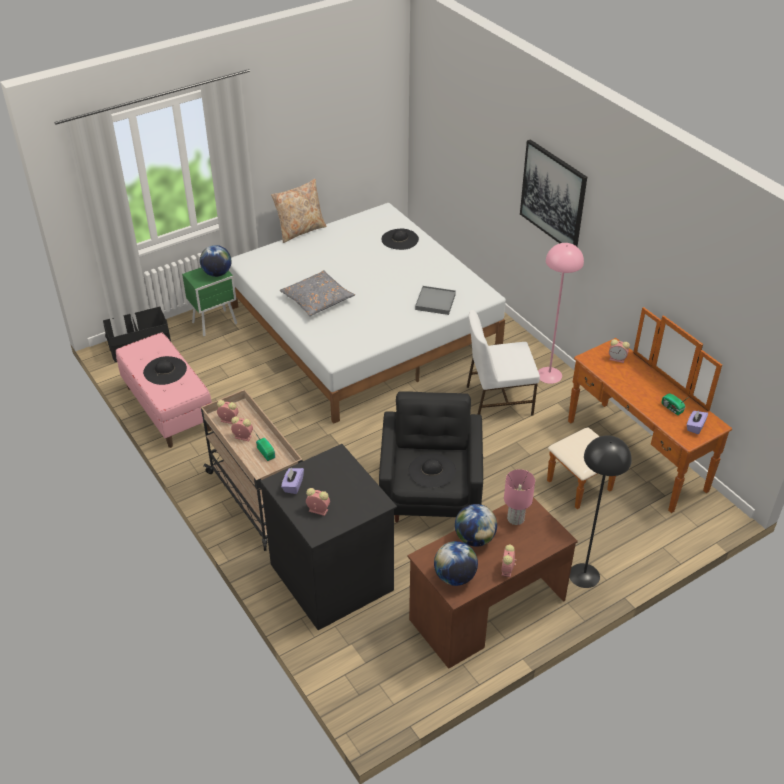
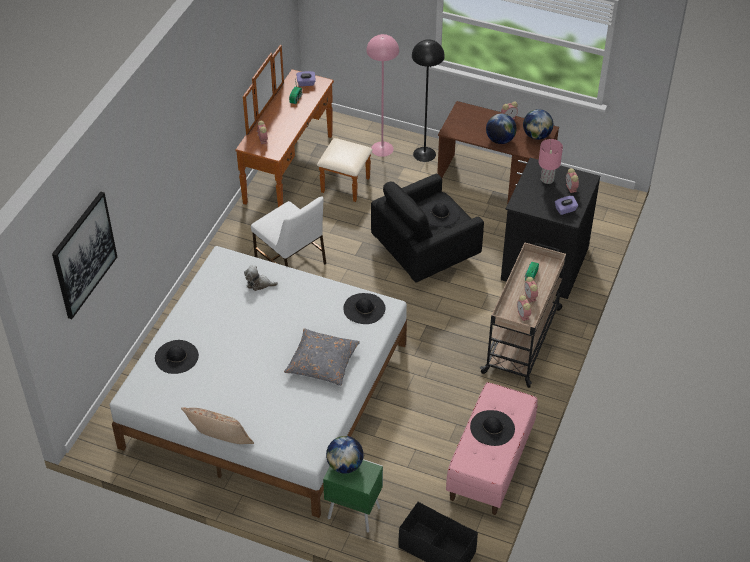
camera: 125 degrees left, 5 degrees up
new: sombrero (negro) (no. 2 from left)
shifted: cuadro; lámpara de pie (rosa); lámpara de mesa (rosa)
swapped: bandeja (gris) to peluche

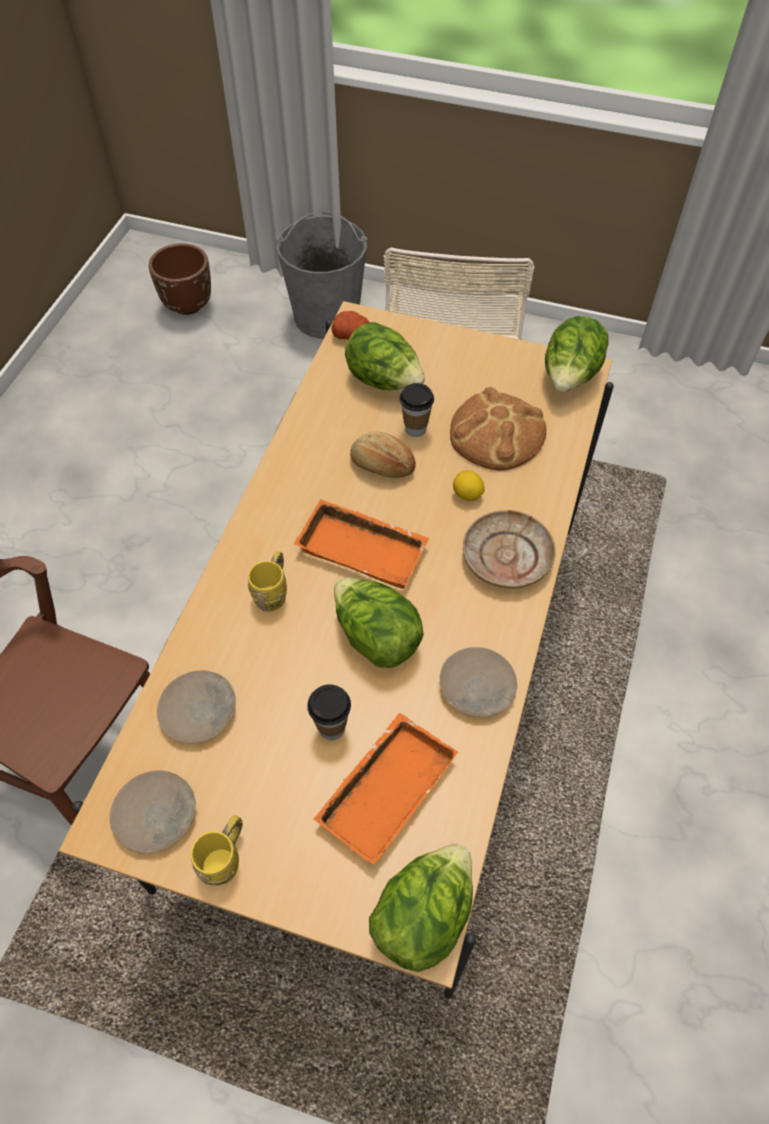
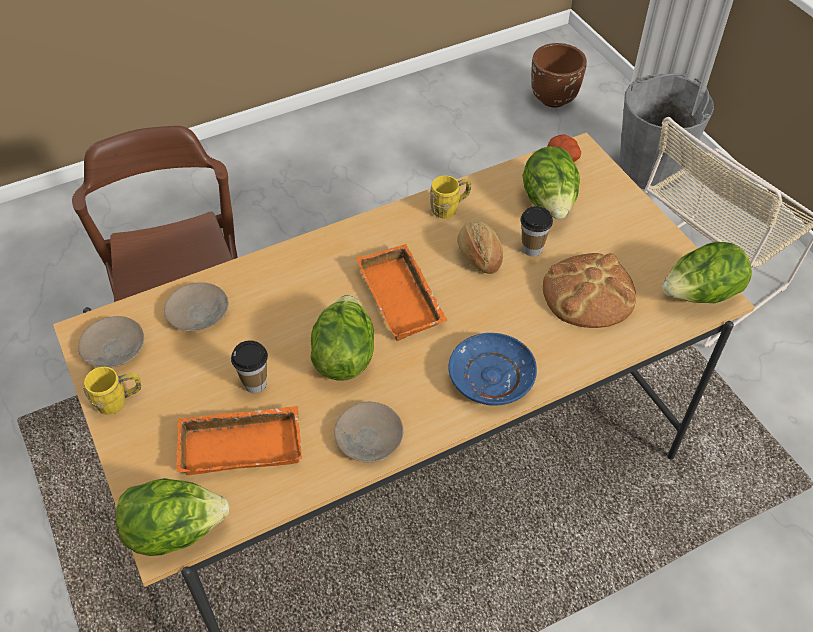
camera: 45 degrees right, 5 degrees down
gone: limón
shifted: taza grande (amarillo) (no. 2 from left)
repainted: plato (beis) (no. 4 from left) to plato (azul)

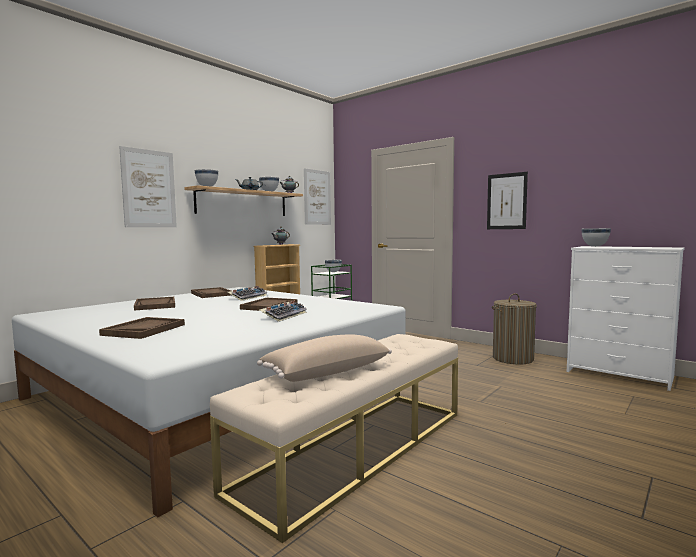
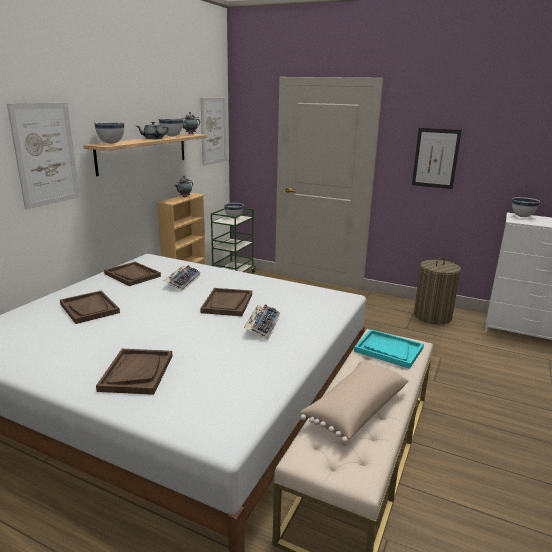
camera: 15 degrees left, 15 degrees up
new: bandeja (turquesa)

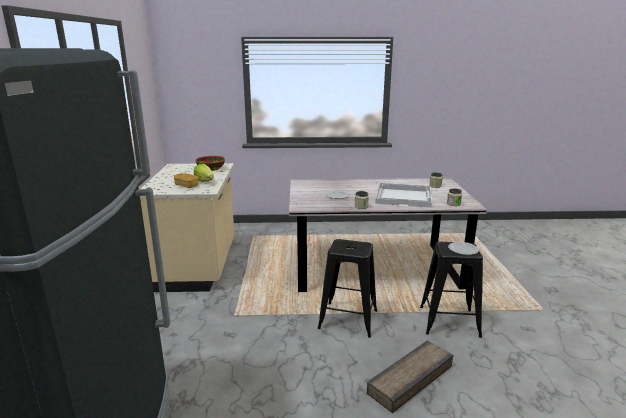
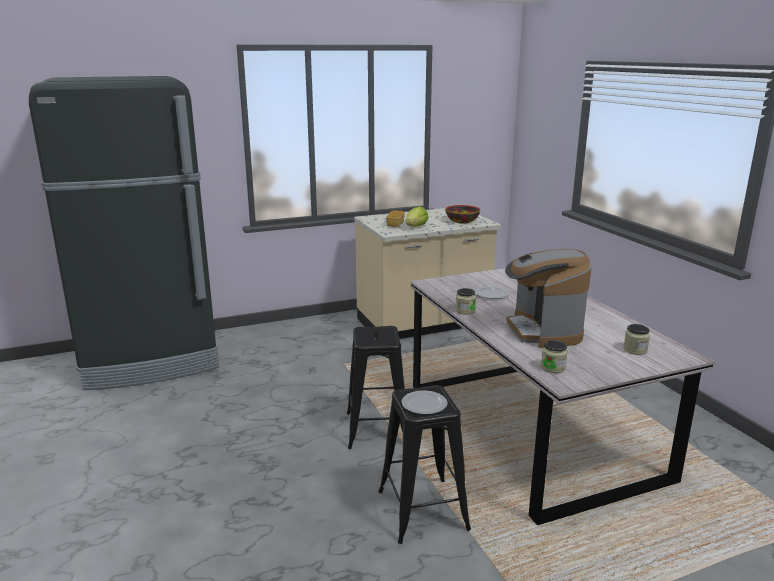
camera: 70 degrees right, 0 degrees up
gone: caja de embalaje
swapped: bandeja (blanco) to cafetera

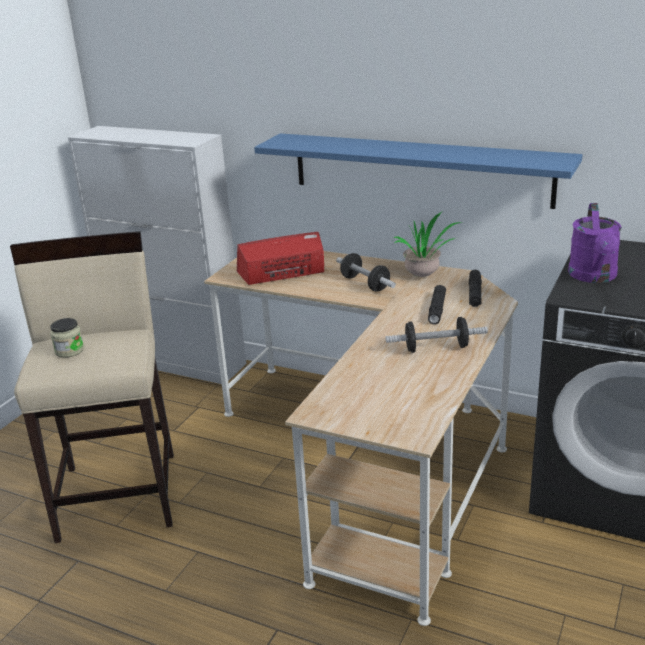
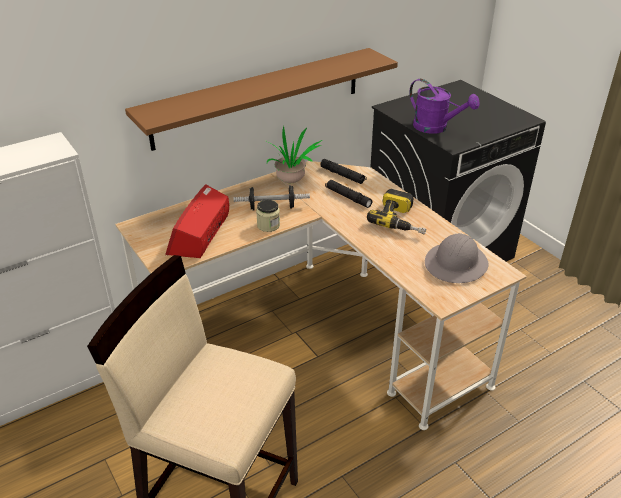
camera: 60 degrees left, 10 degrees up
new: casco (gris)
shifted: tarro
swapped: mancuerna (no. 2 from left) to taladro
repainted: estante (azul) to estante (marrón)

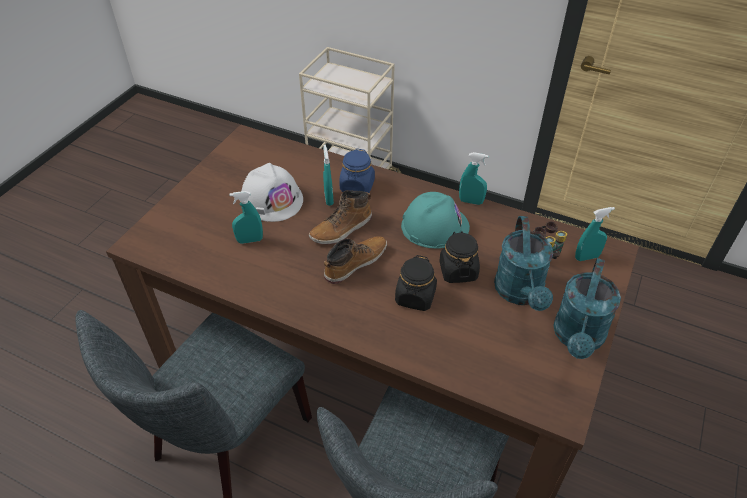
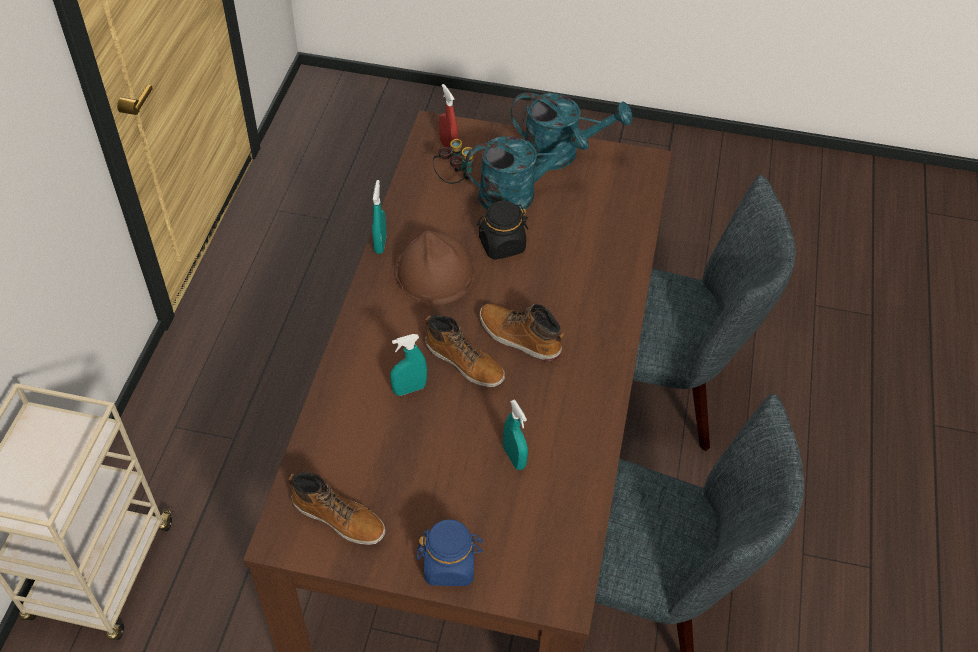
camera: 105 degrees left, 5 degrees up
gone: casco (blanco); tarro (negro) (no. 1 from left)
new: bota (no. 1 from left)
shifted: tarro (azul)
repainted: casco (turquesa) to casco (marrón); pulverizador (turquesa) (no. 4 from left) to pulverizador (rojo)

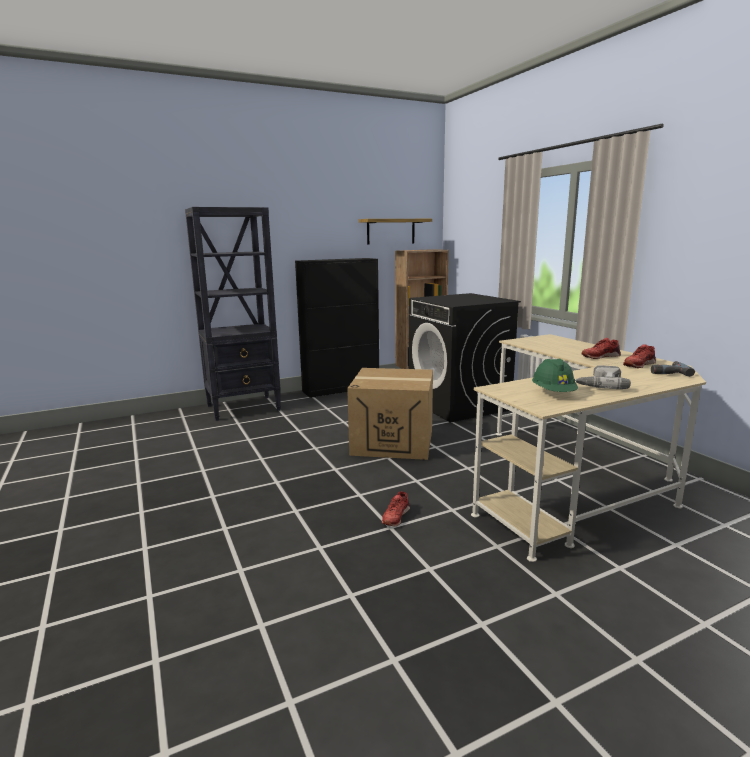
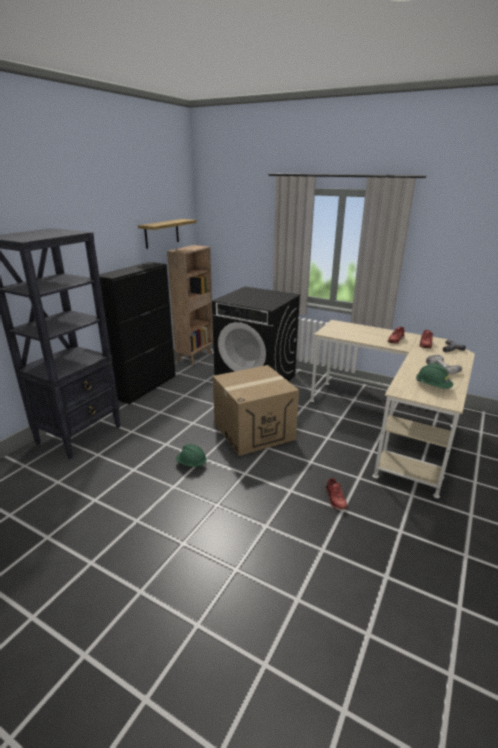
camera: 35 degrees left, 10 degrees up
new: casco (verde) (no. 1 from left)

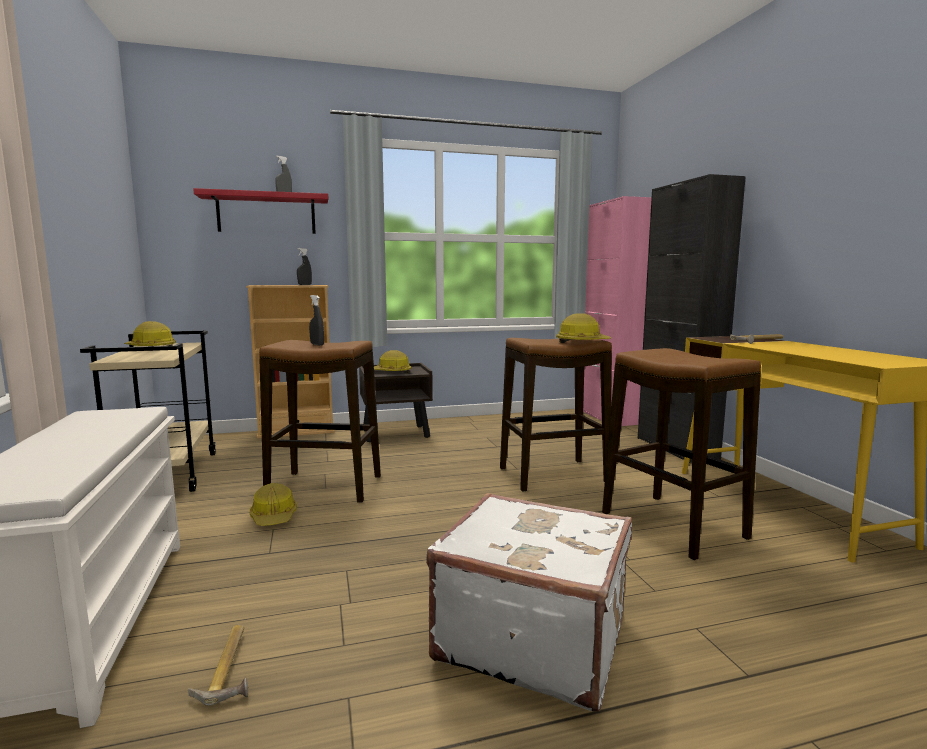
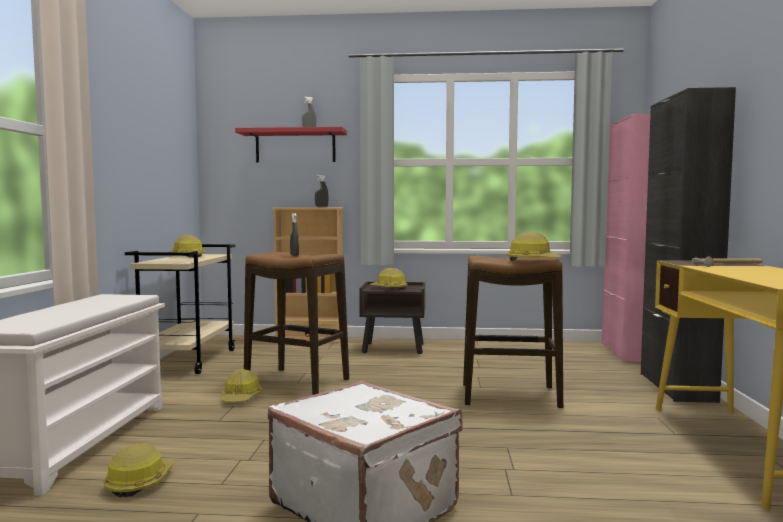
camera: 20 degrees right, 5 degrees down
gone: taburete (no. 3 from left)
swapped: martillo (no. 1 from left) to casco (no. 1 from left)

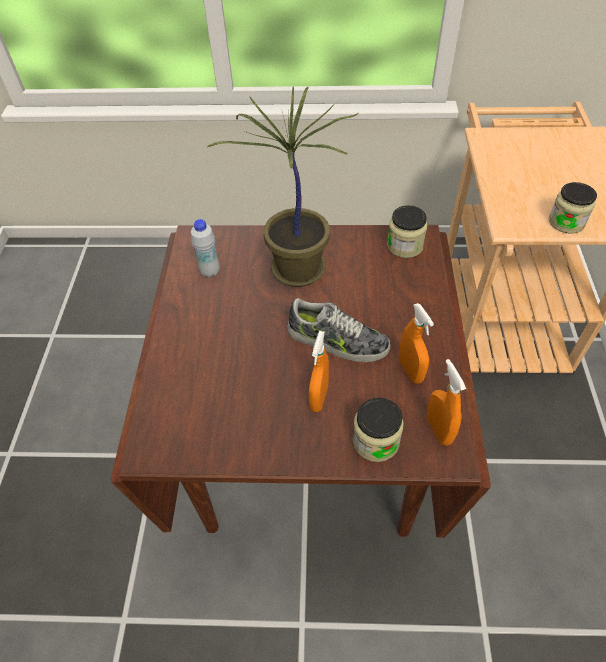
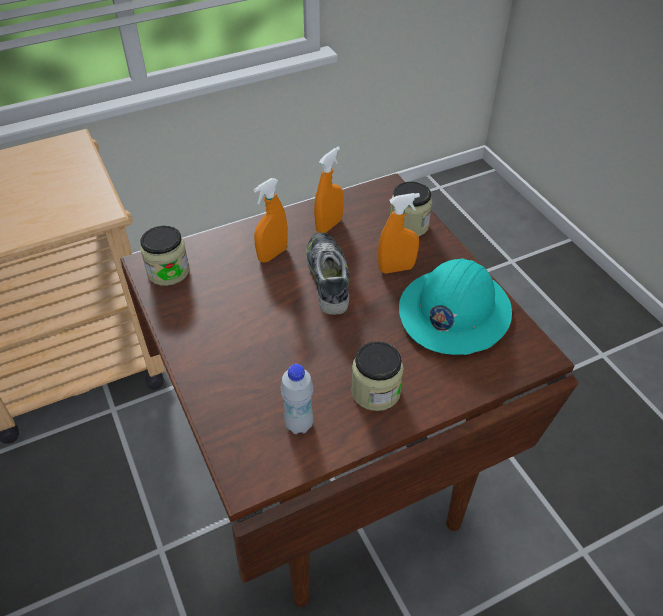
camera: 120 degrees left, 5 degrees down
gone: planta en maceta
new: casco (turquesa)
shifted: pulverizador (naranja) (no. 3 from left in the first image) to pulverizador (naranja) (no. 1 from left); tarro (no. 3 from left in the first image) to tarro (no. 2 from left)

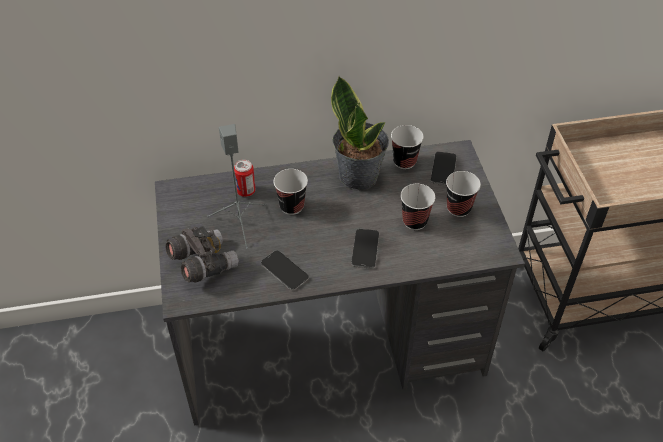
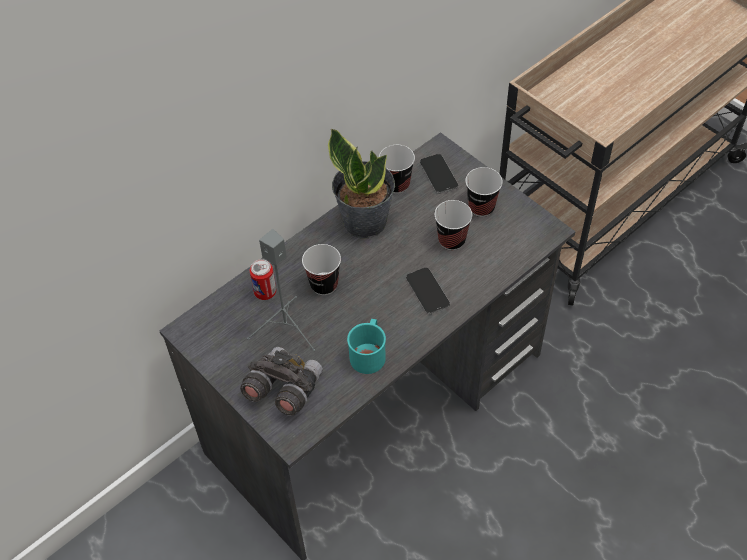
camera: 30 degrees left, 5 degrees up
swapped: móvil (no. 1 from left) to taza grande (turquesa)

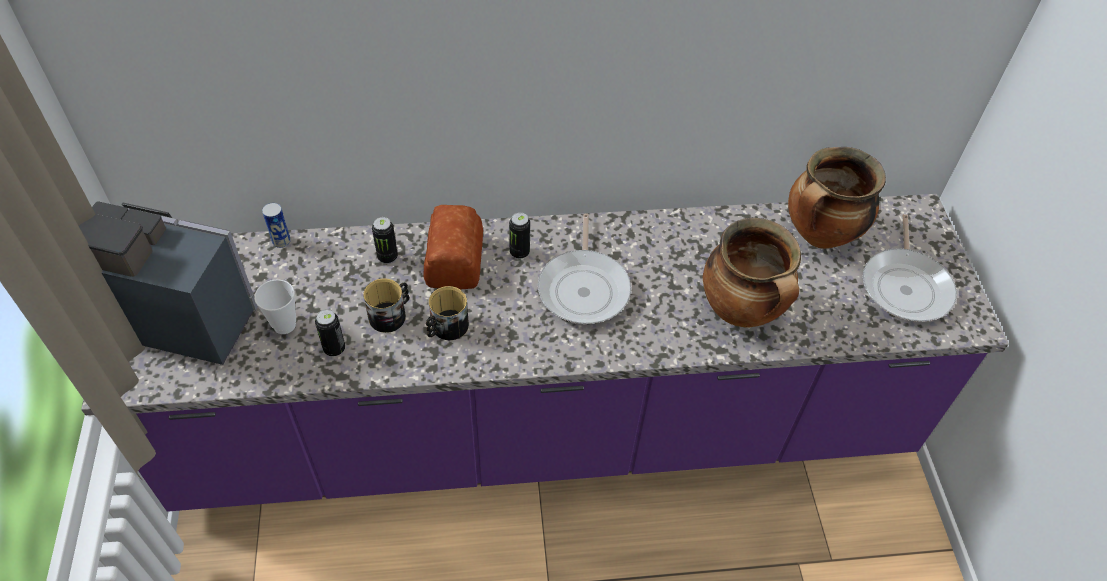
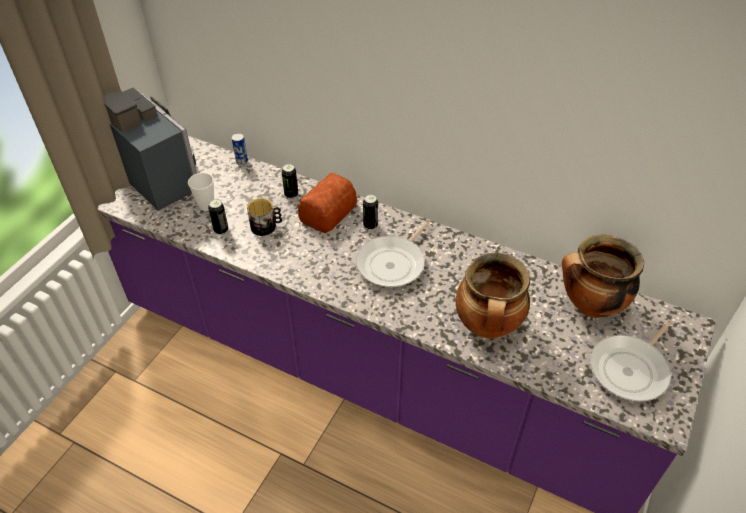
camera: 35 degrees right, 5 degrees down
gone: taza grande (no. 2 from left)

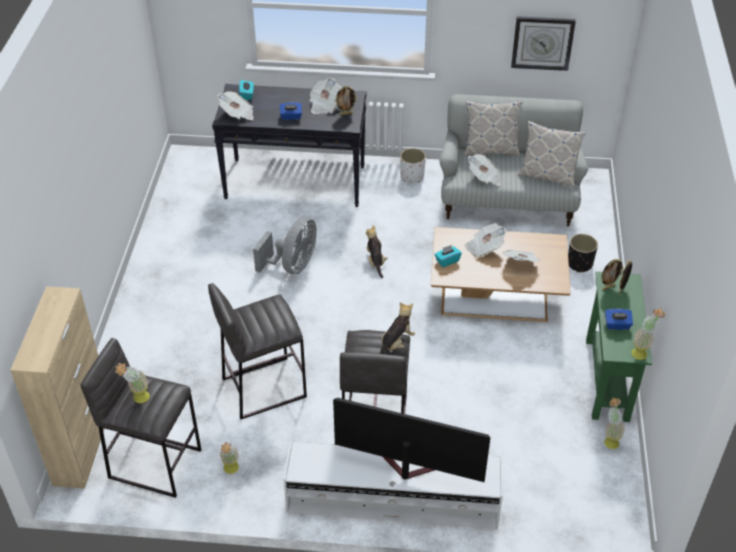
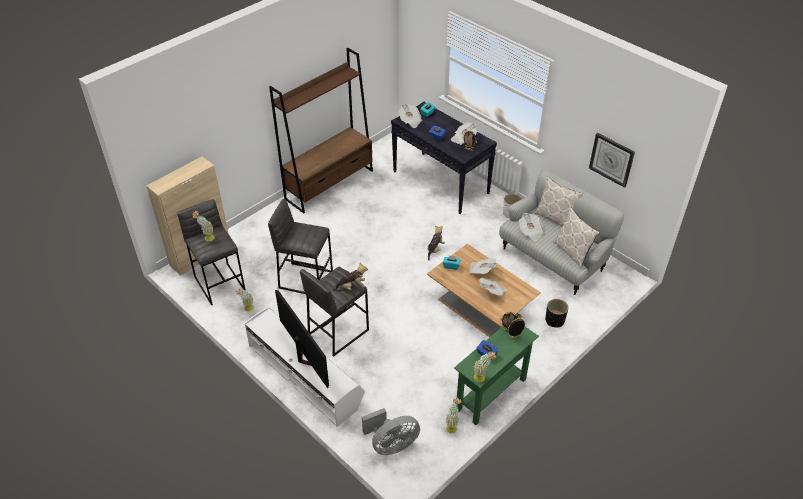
camera: 40 degrees right, 0 degrees up
new: estantería (marrón)
shifted: ventilador (gris)

